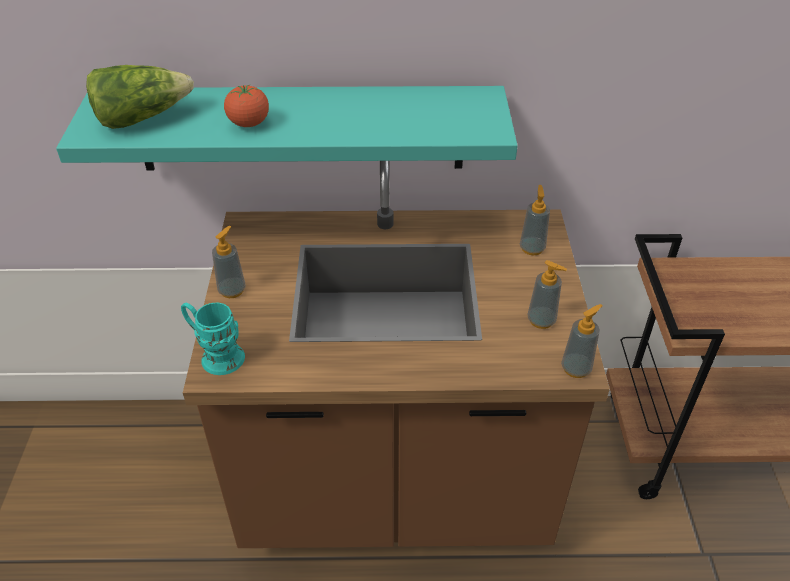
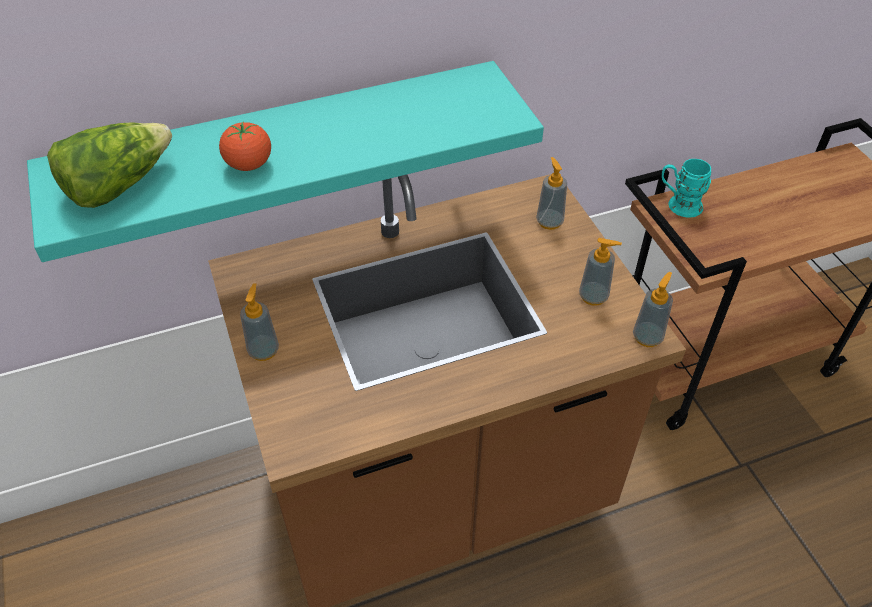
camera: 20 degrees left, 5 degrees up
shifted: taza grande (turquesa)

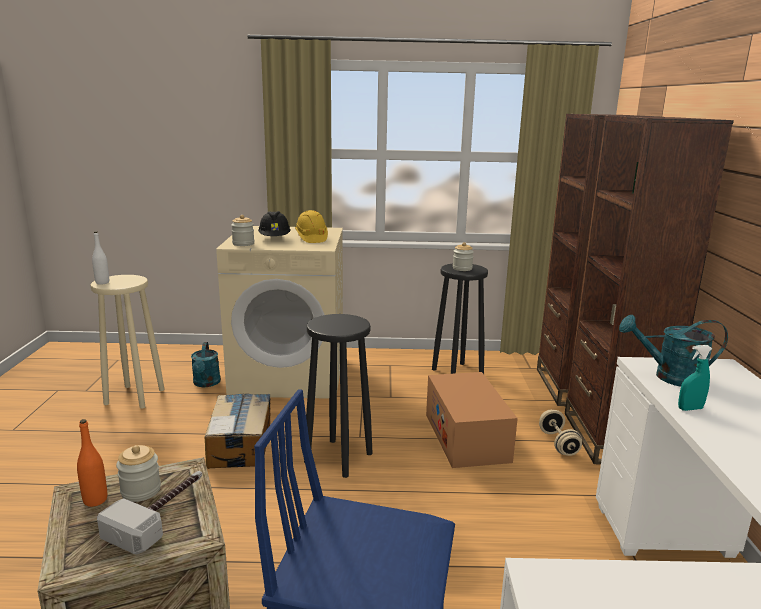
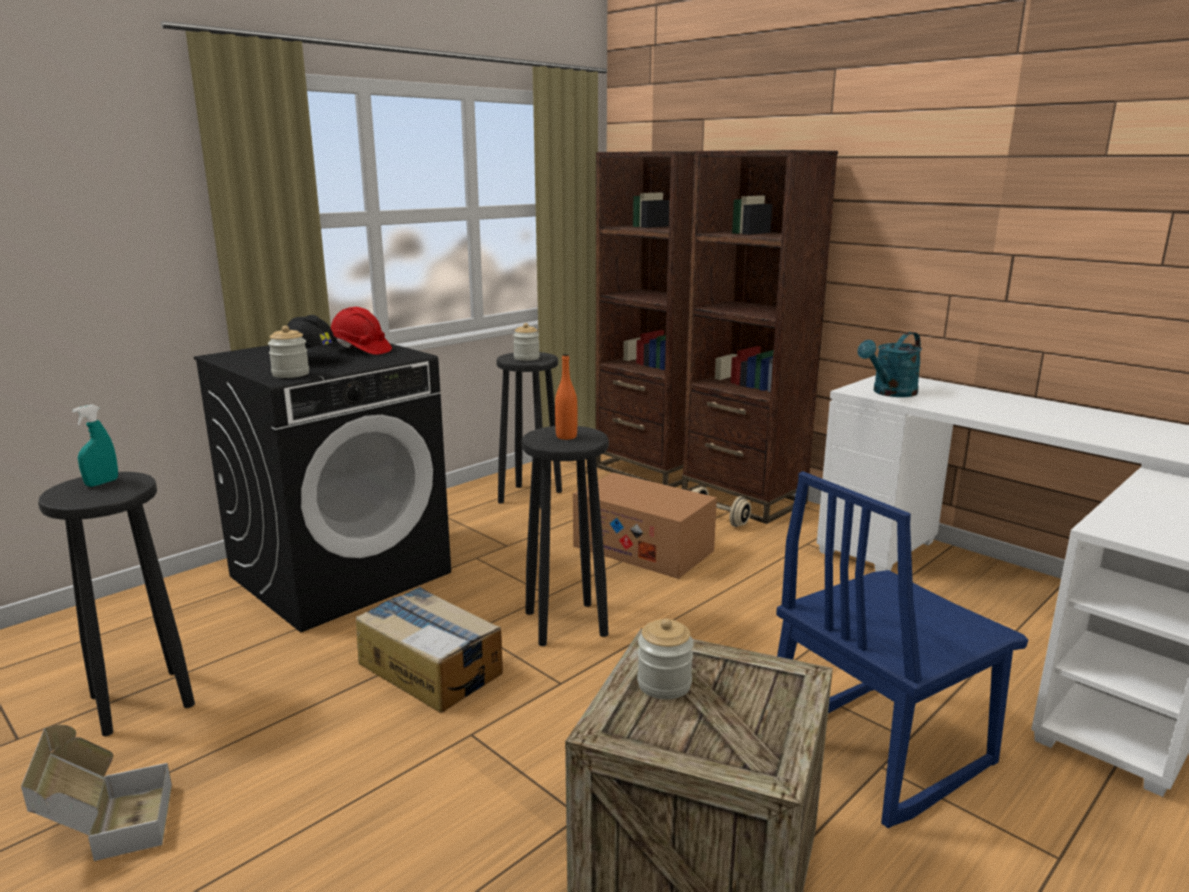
camera: 45 degrees left, 0 degrees up
gone: botella (blanco); martillo; regadera (turquesa) (no. 1 from left)
new: caja de cartón (no. 1 from left)
shifted: pulverizador (turquesa); botella (naranja)
repainted: taburete (beis) to taburete (negro) (no. 1 from left); lavadora (beis) to lavadora (negro); casco (amarillo) to casco (rojo)

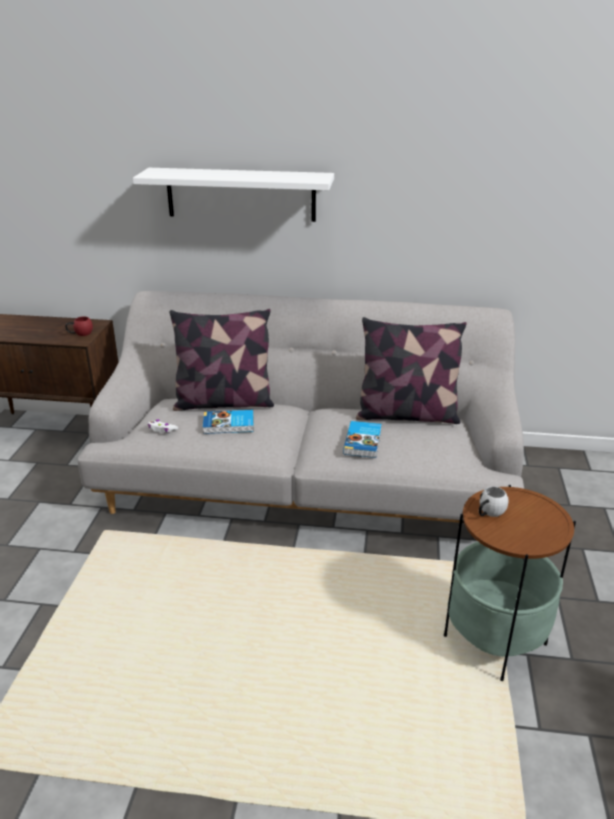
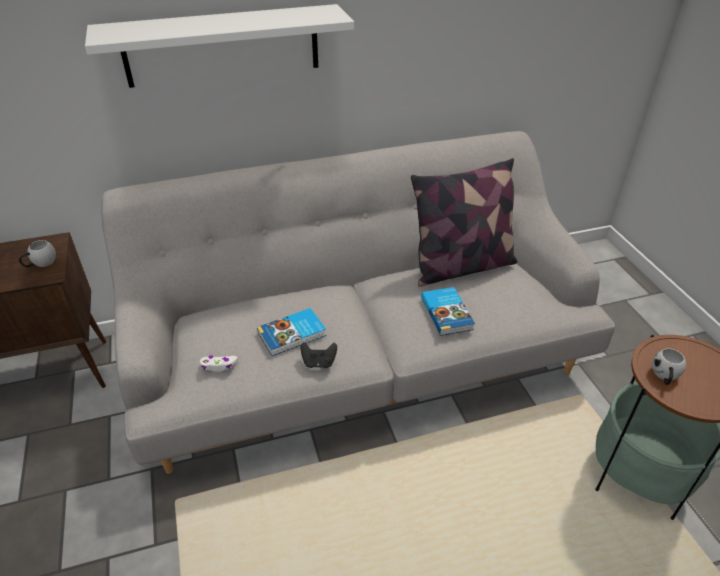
camera: 25 degrees left, 10 degrees up
gone: cojín (no. 1 from left)
new: mando de consola (negro)
repainted: taza grande (rojo) to taza grande (blanco) (no. 1 from left)

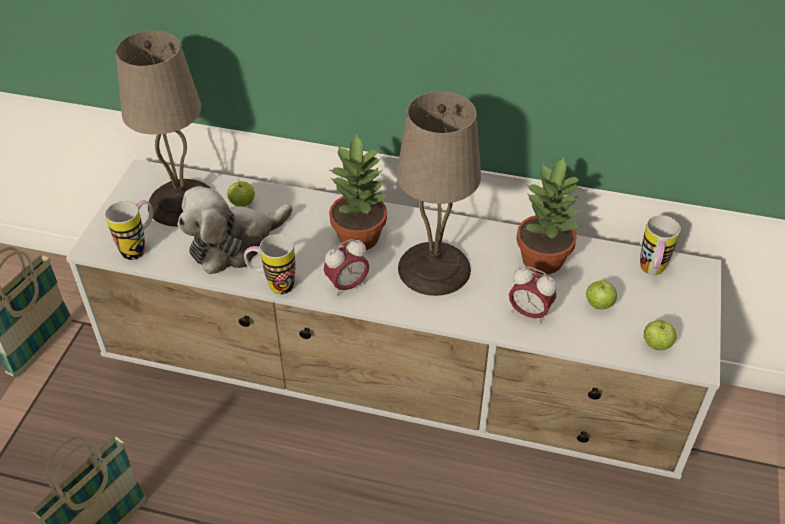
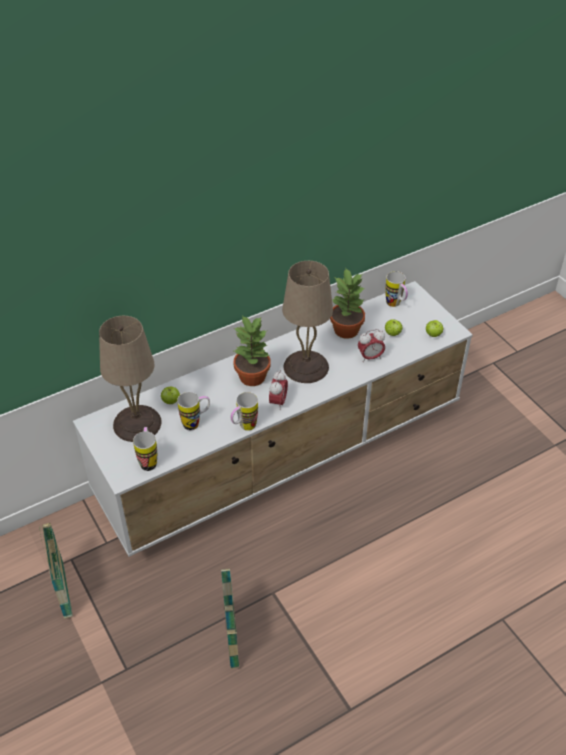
camera: 45 degrees left, 0 degrees up
swapped: peluche to taza grande (no. 2 from left)

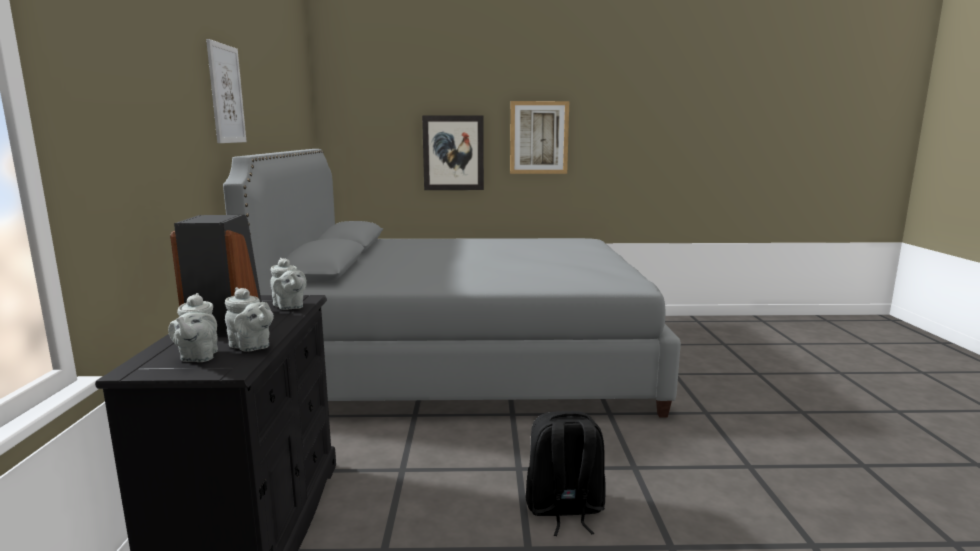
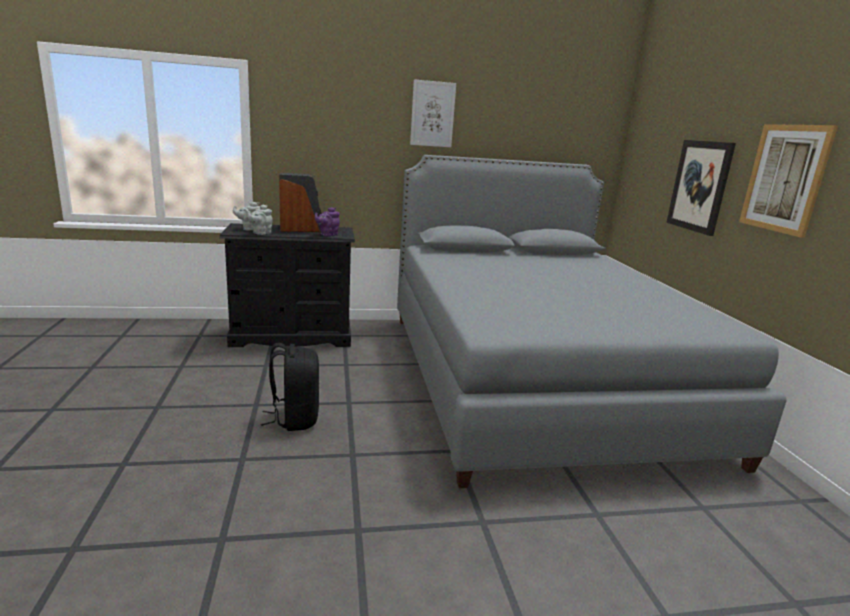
camera: 80 degrees right, 5 degrees up
repainted: tetera (gris) (no. 3 from left) to tetera (morado)

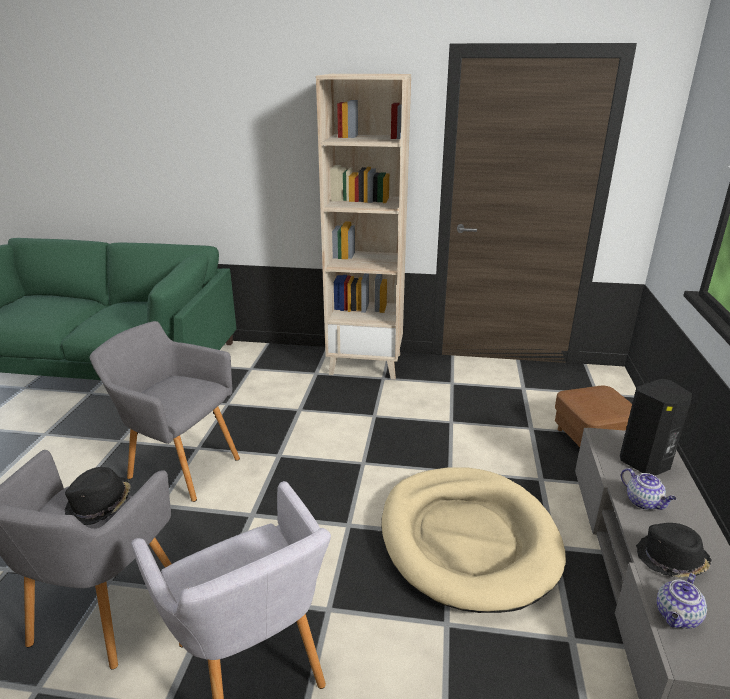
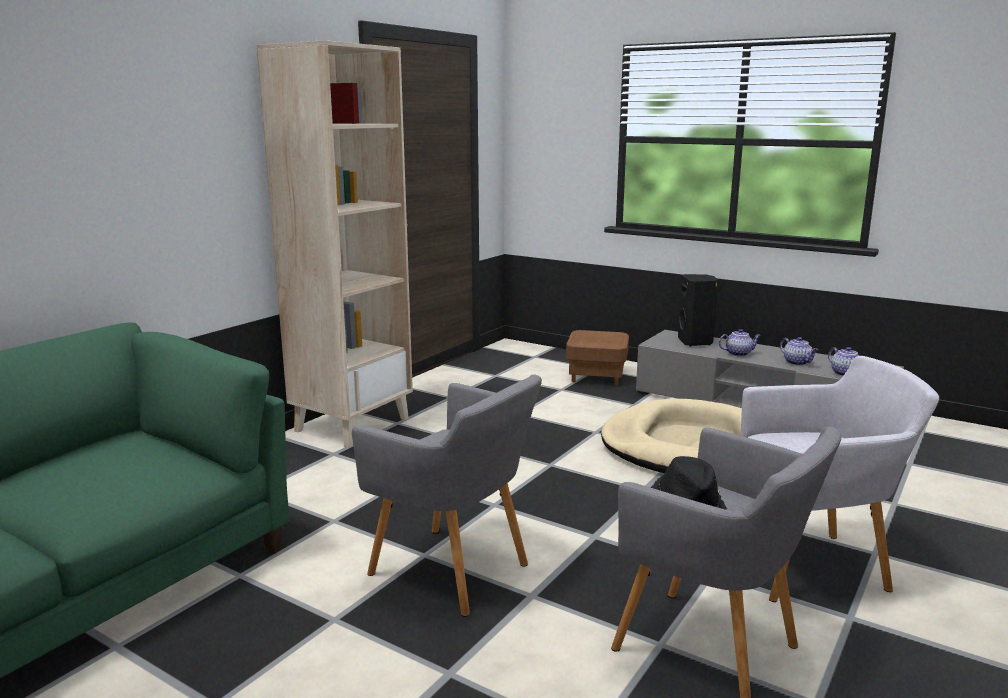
camera: 65 degrees left, 10 degrees down
swapped: sombrero (negro) (no. 2 from left) to tetera (no. 2 from left)
rotated: sillón (gris) (no. 2 from left in the first image) 105 degrees counterclockwise

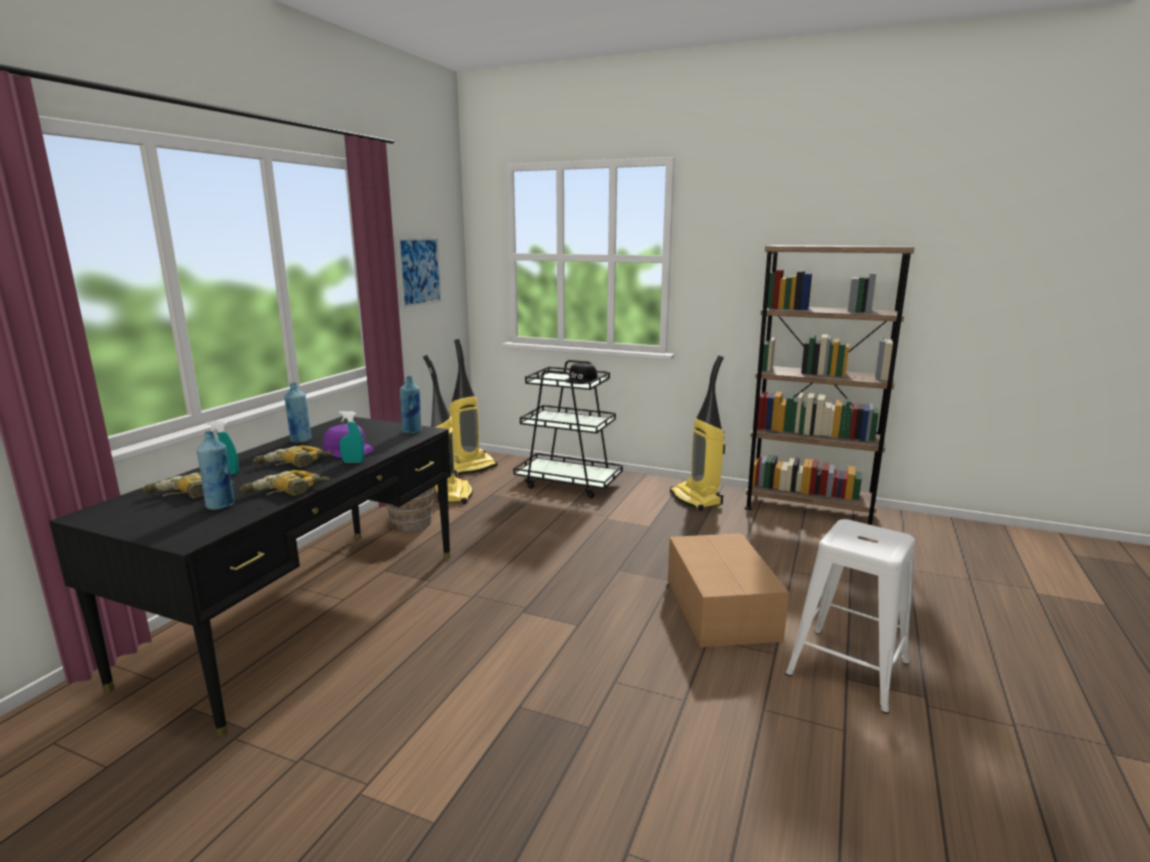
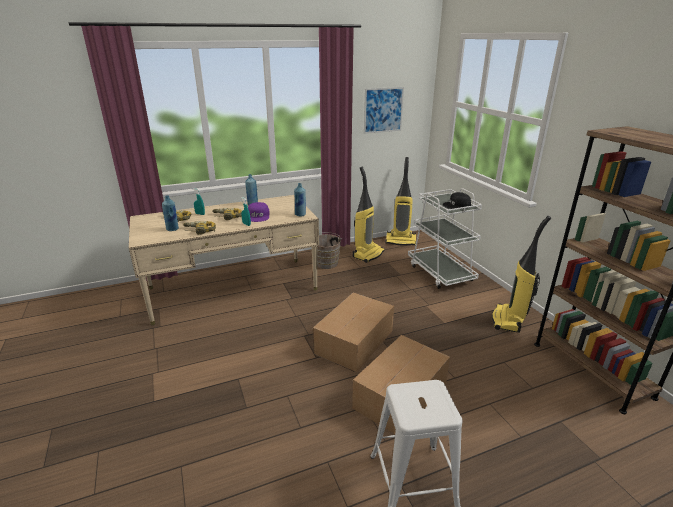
camera: 45 degrees right, 10 degrees up
new: caja de cartón (no. 1 from left)
repainted: escritorio (negro) to escritorio (beis); carrito (negro) to carrito (blanco)

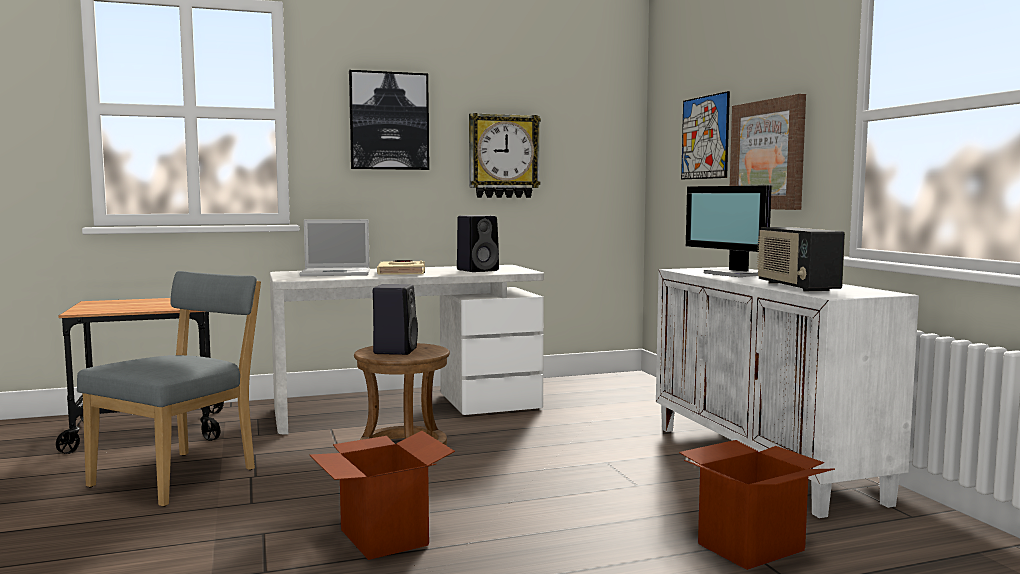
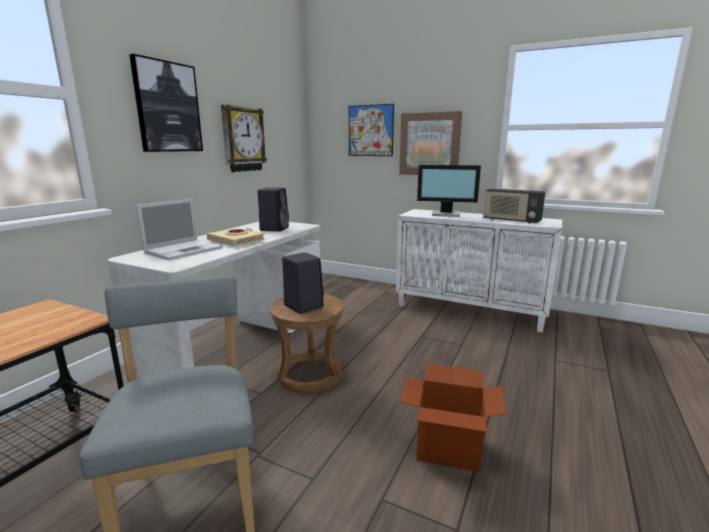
camera: 45 degrees left, 10 degrees up
gone: caja de cartón (no. 2 from left)

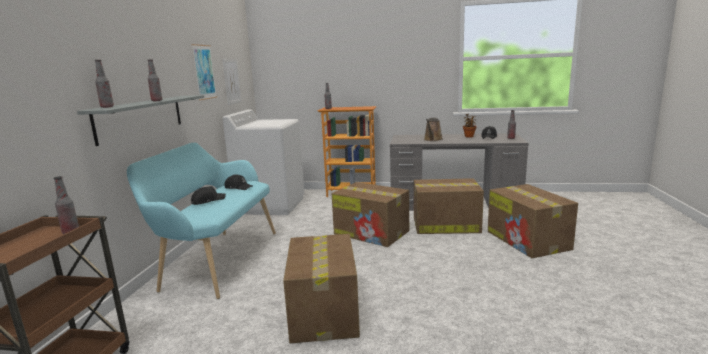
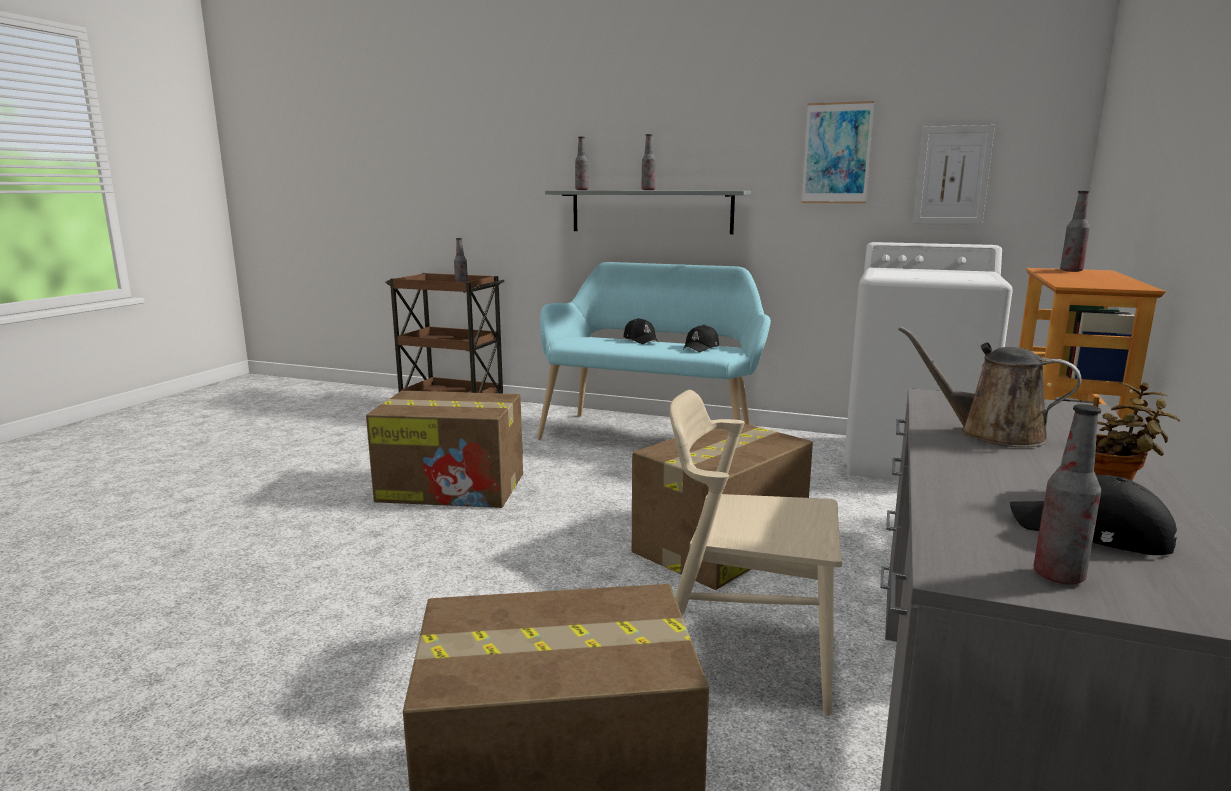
camera: 100 degrees right, 0 degrees up
swapped: caja de cartón (no. 3 from left) to silla (beis)

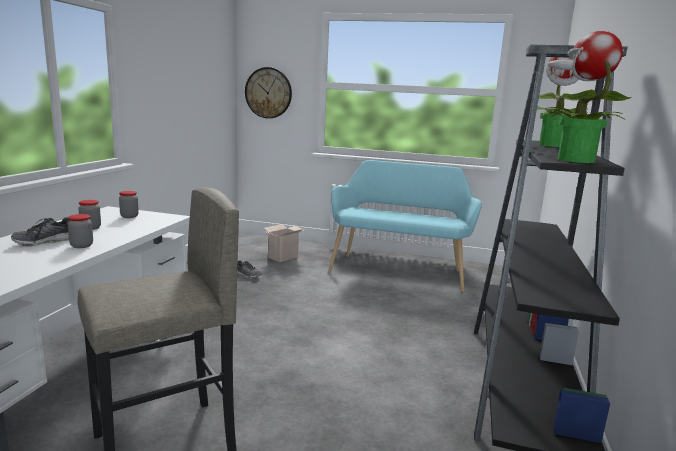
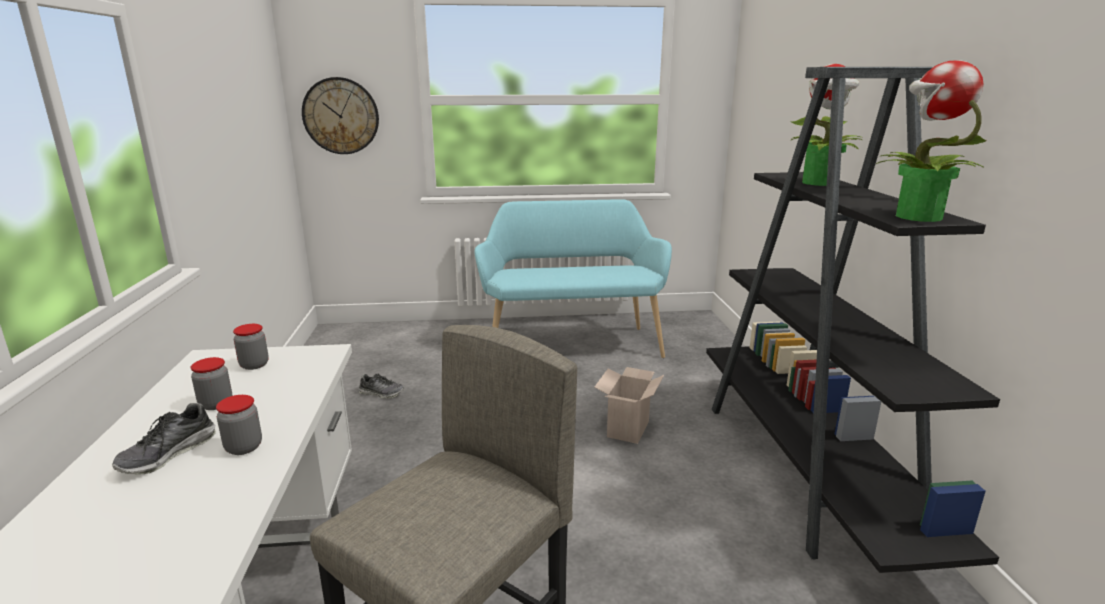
camera: 20 degrees left, 5 degrees up
shifted: caja de cartón

